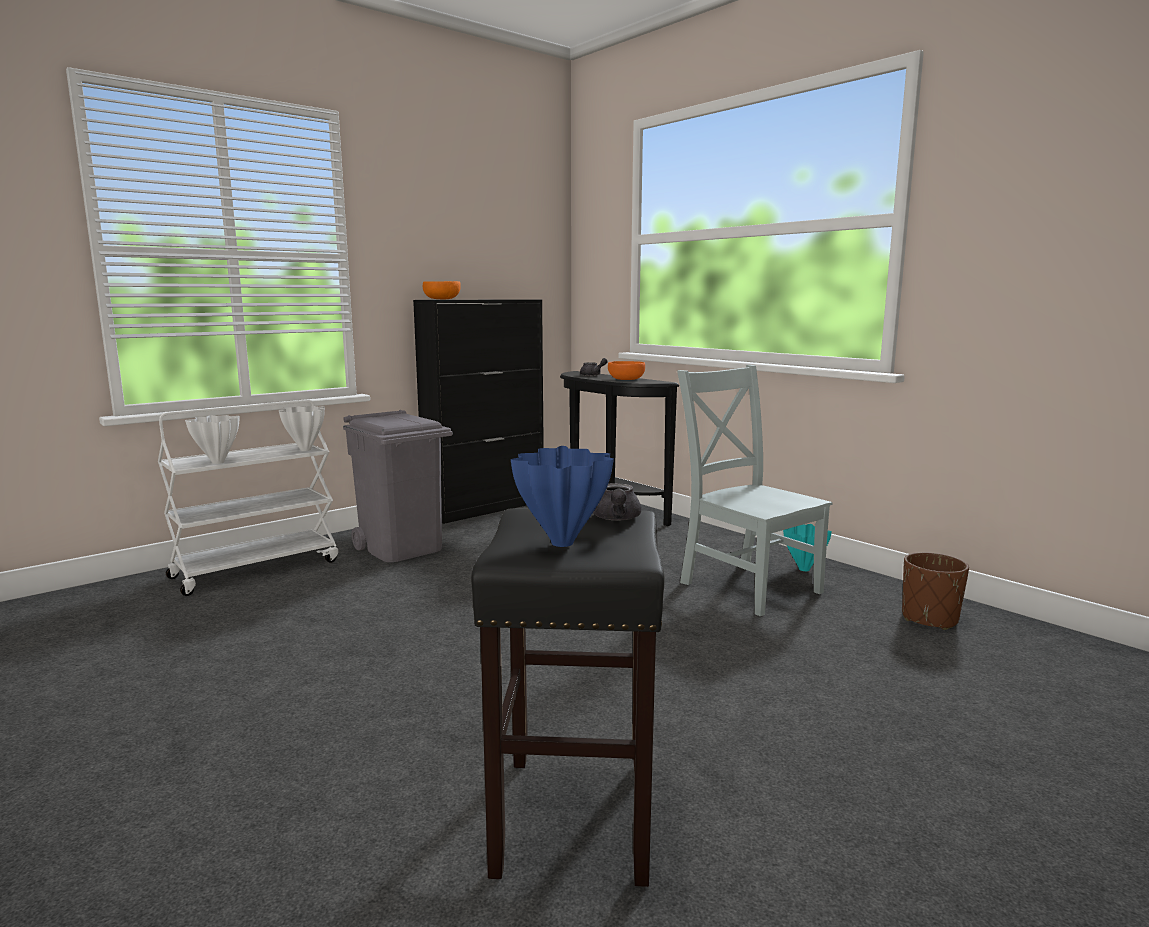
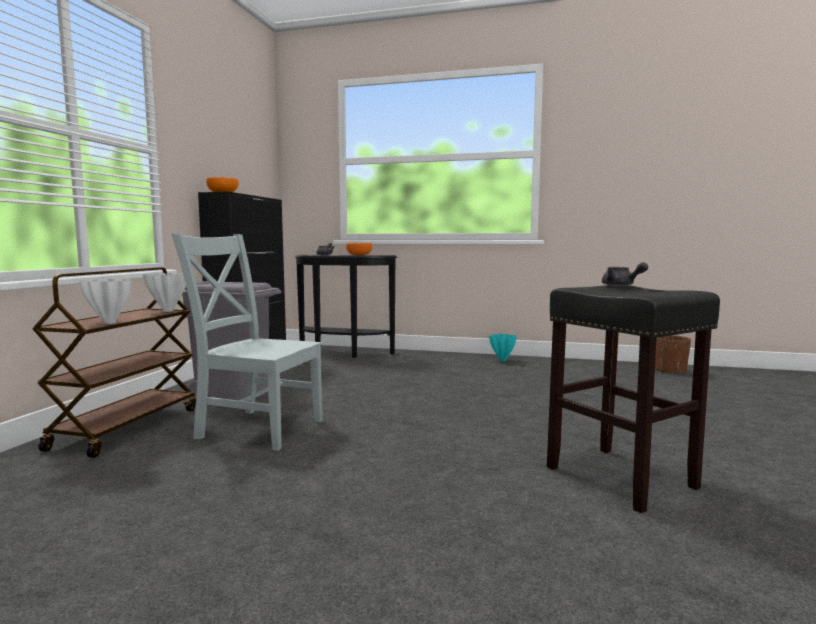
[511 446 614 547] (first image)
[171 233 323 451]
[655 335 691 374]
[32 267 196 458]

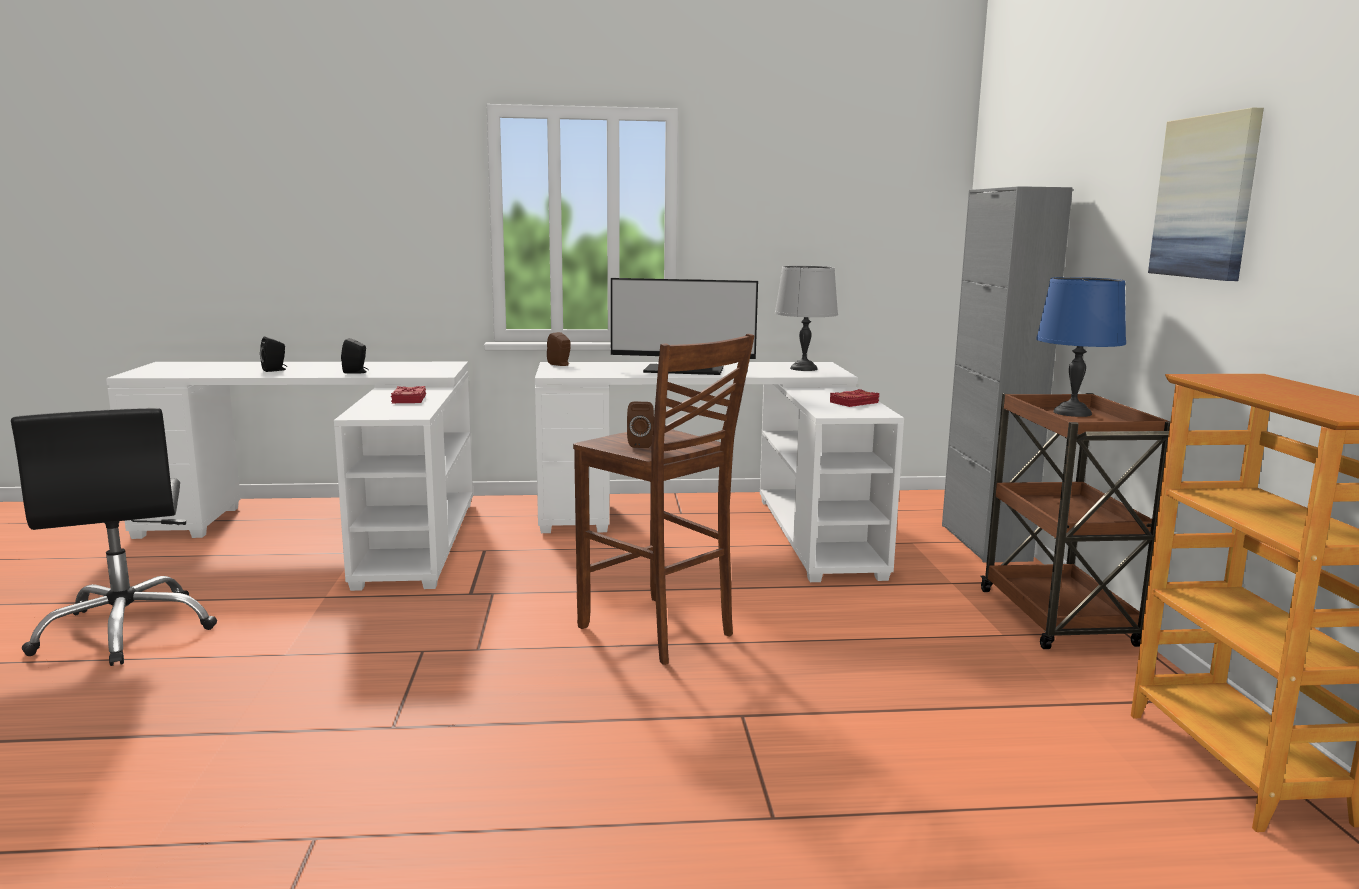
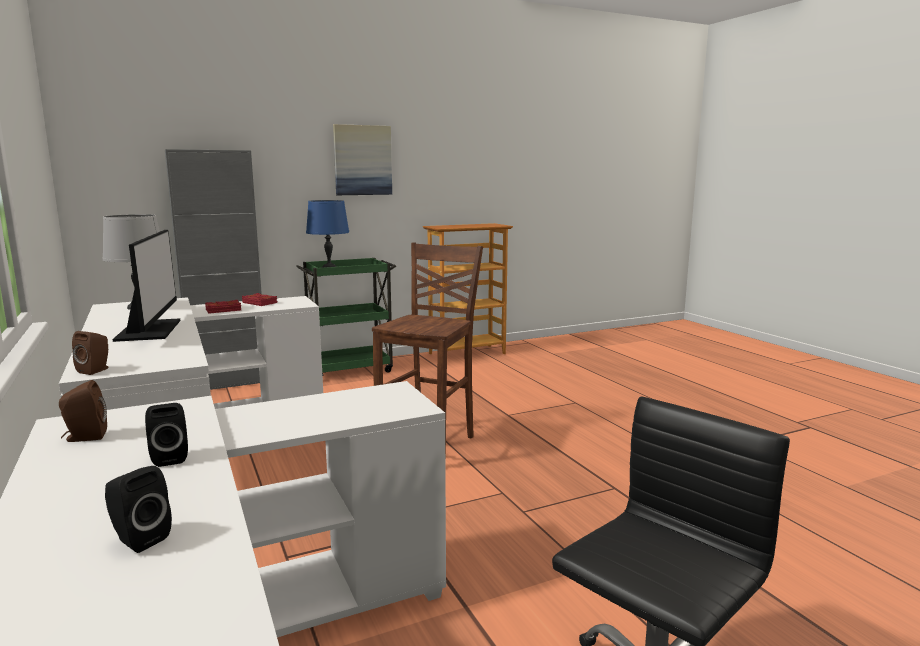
[205 300 241 314]
[59 380 107 442]
[296 258 396 376]

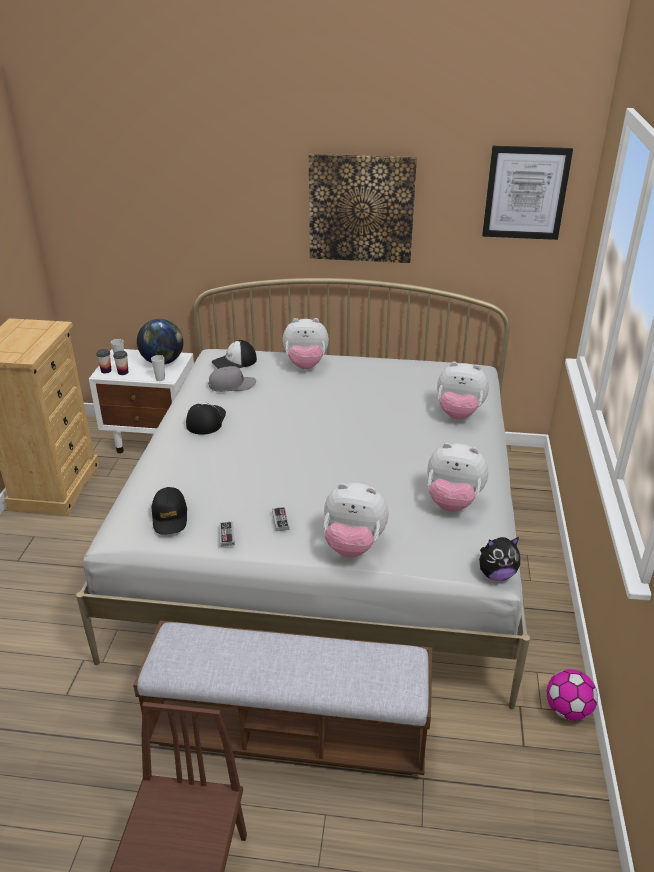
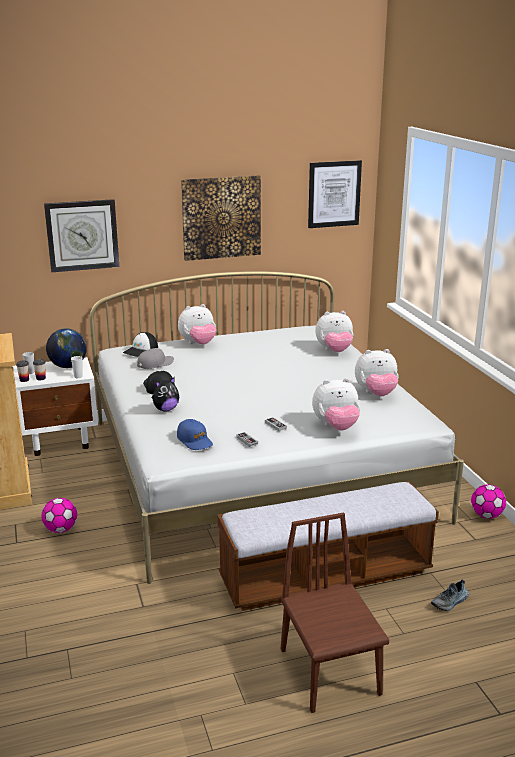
[41 498 77 533]
[44 199 119 272]
[431 579 469 611]
[152 377 179 412]
[177 419 213 450]

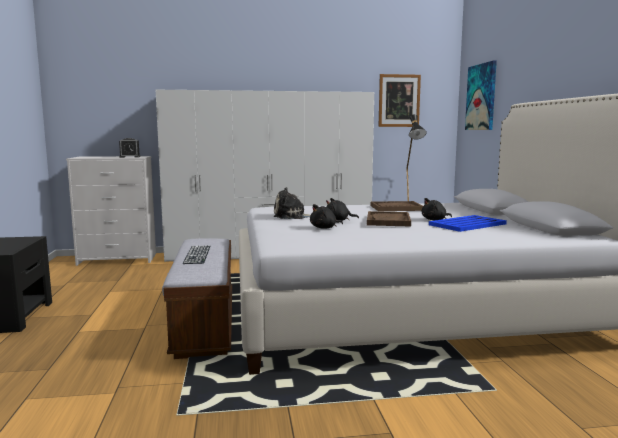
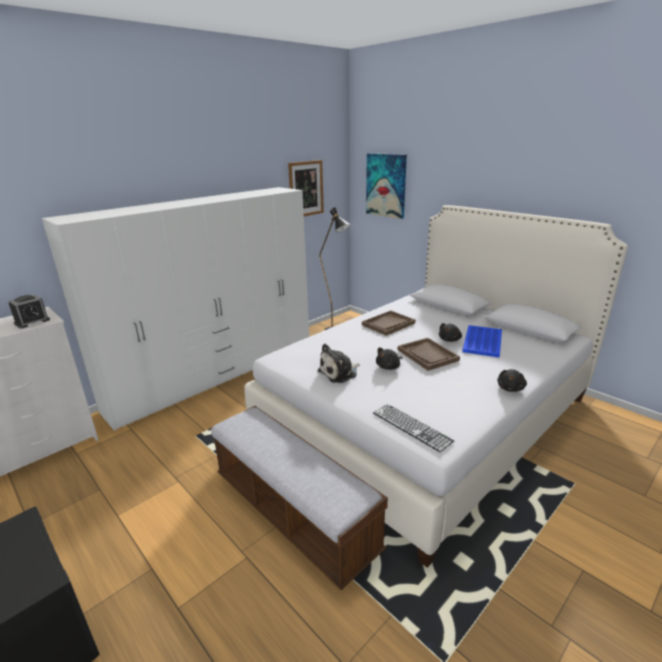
[373 404 454 452]
[497 369 527 392]

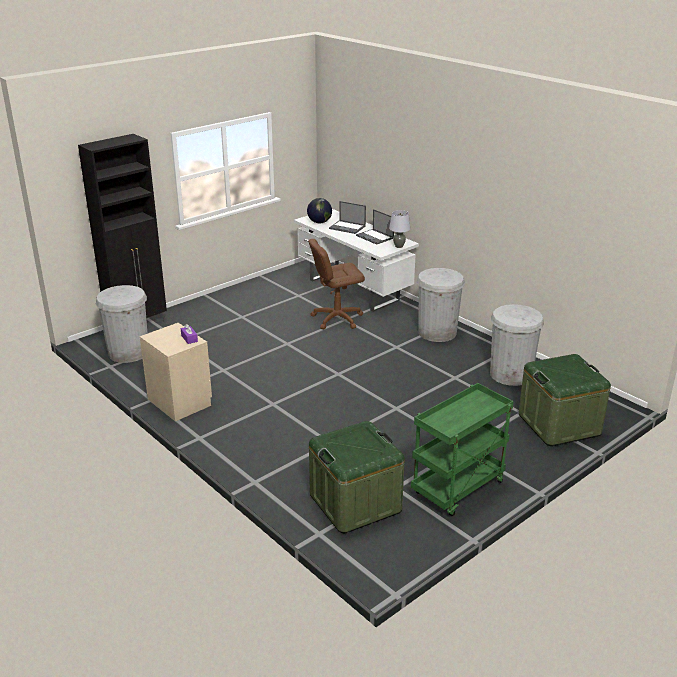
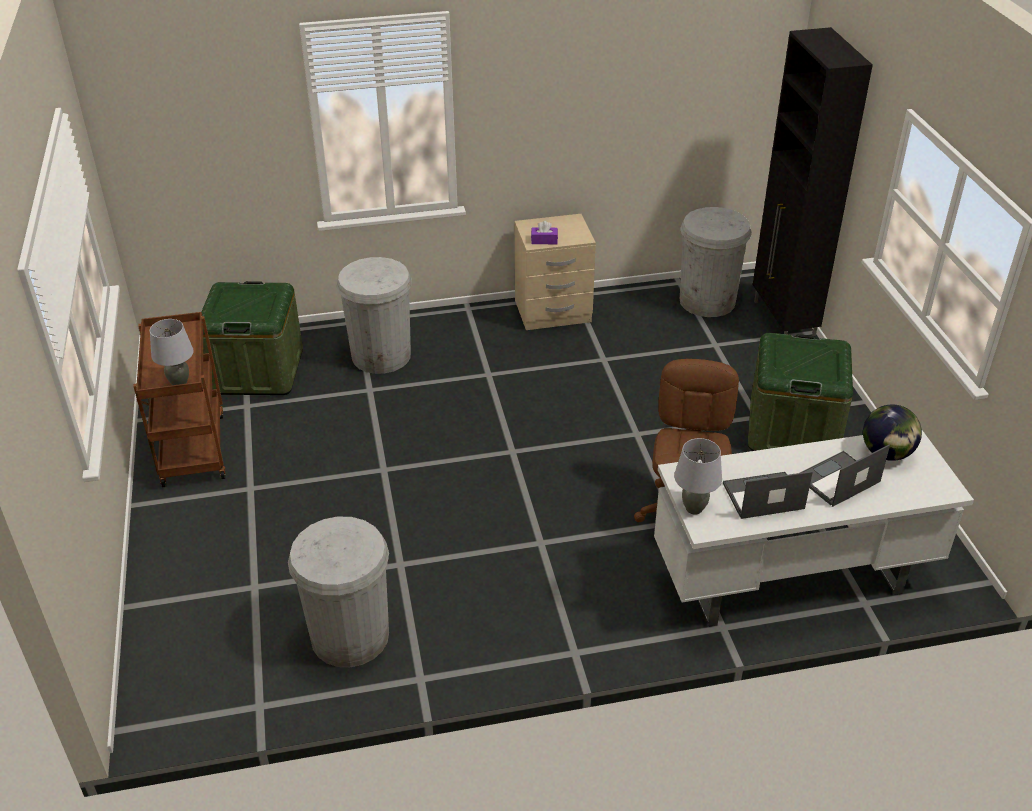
[150 319 194 385]
[336 257 412 374]
[748 333 853 451]
[133 312 226 487]

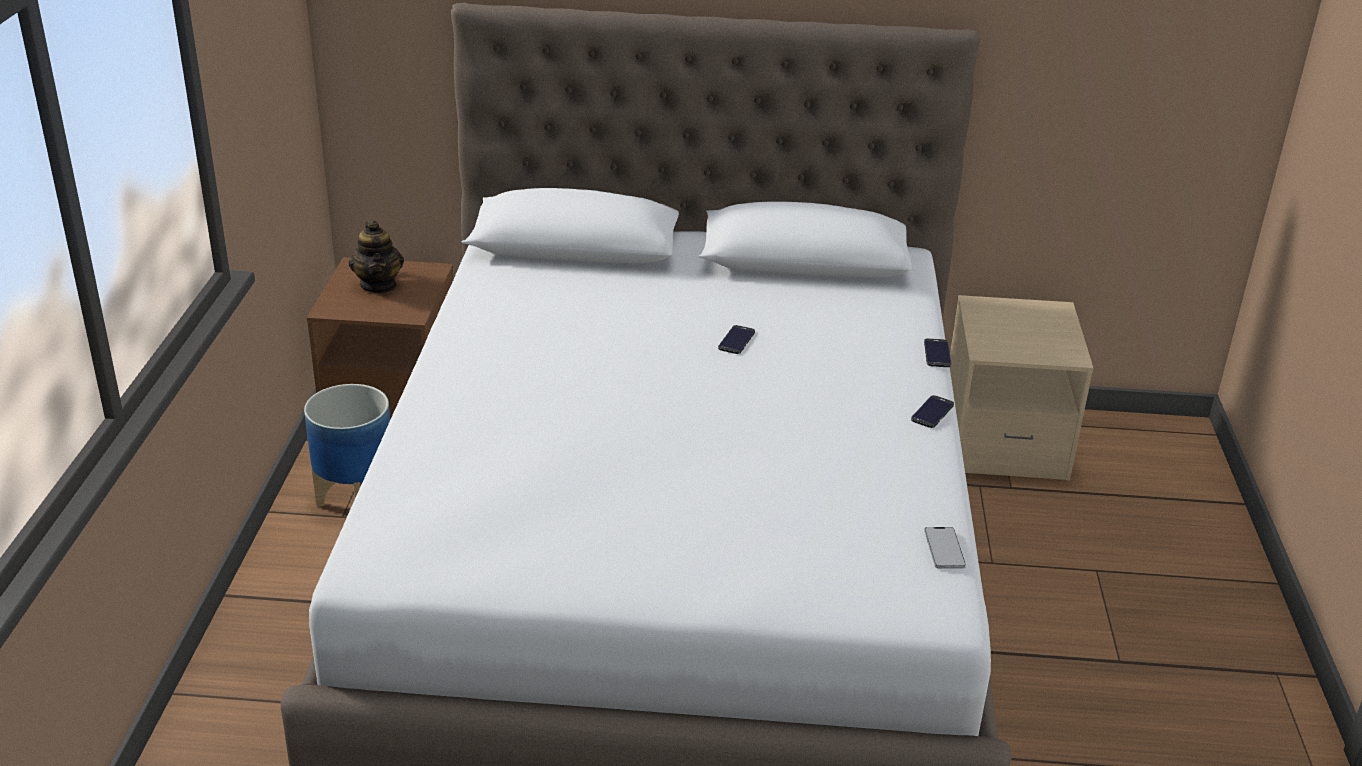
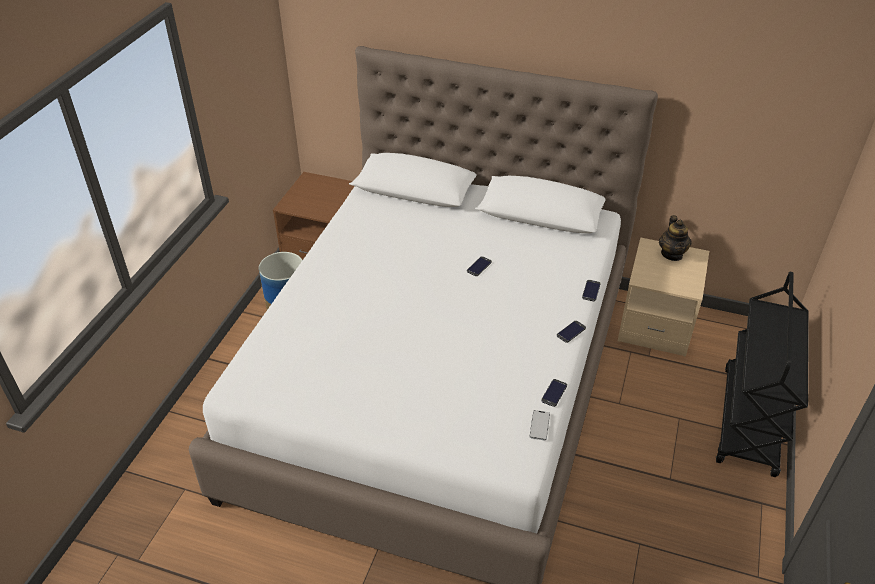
[541 379 567 407]
[716 271 809 477]
[659 215 692 261]

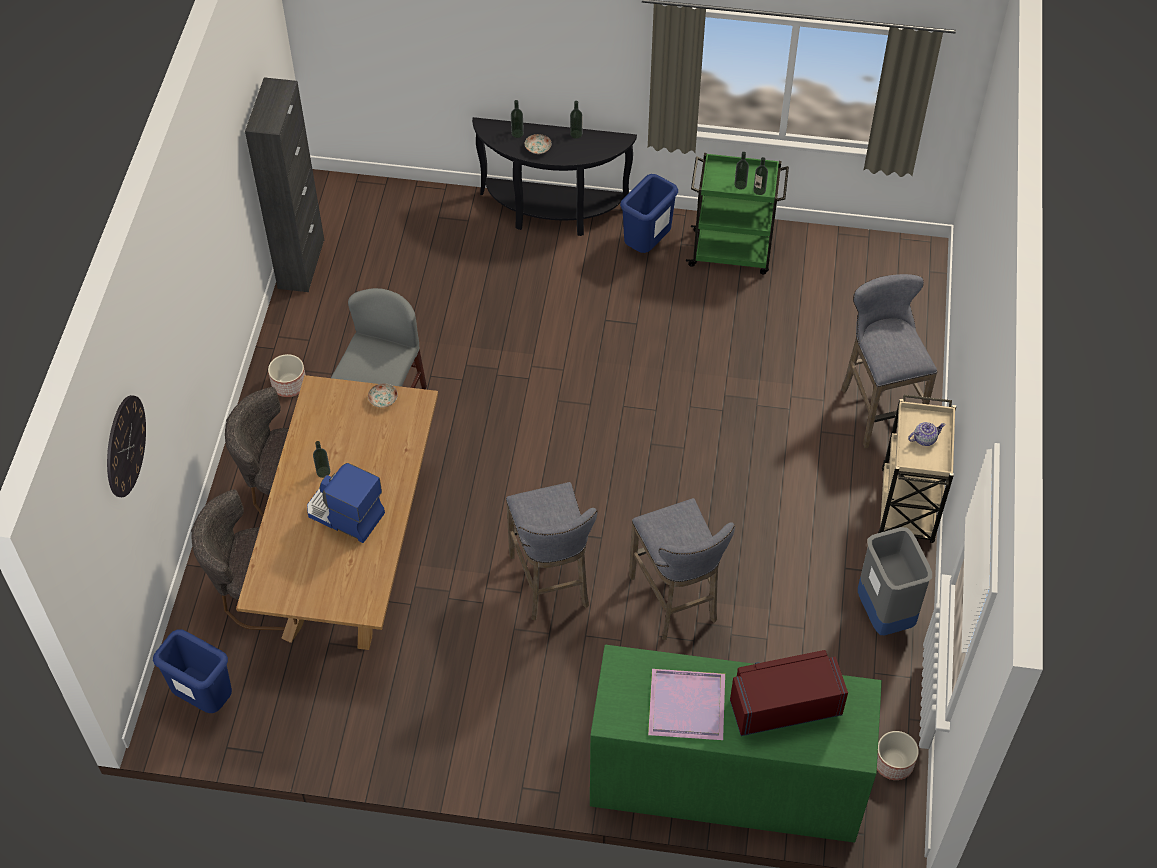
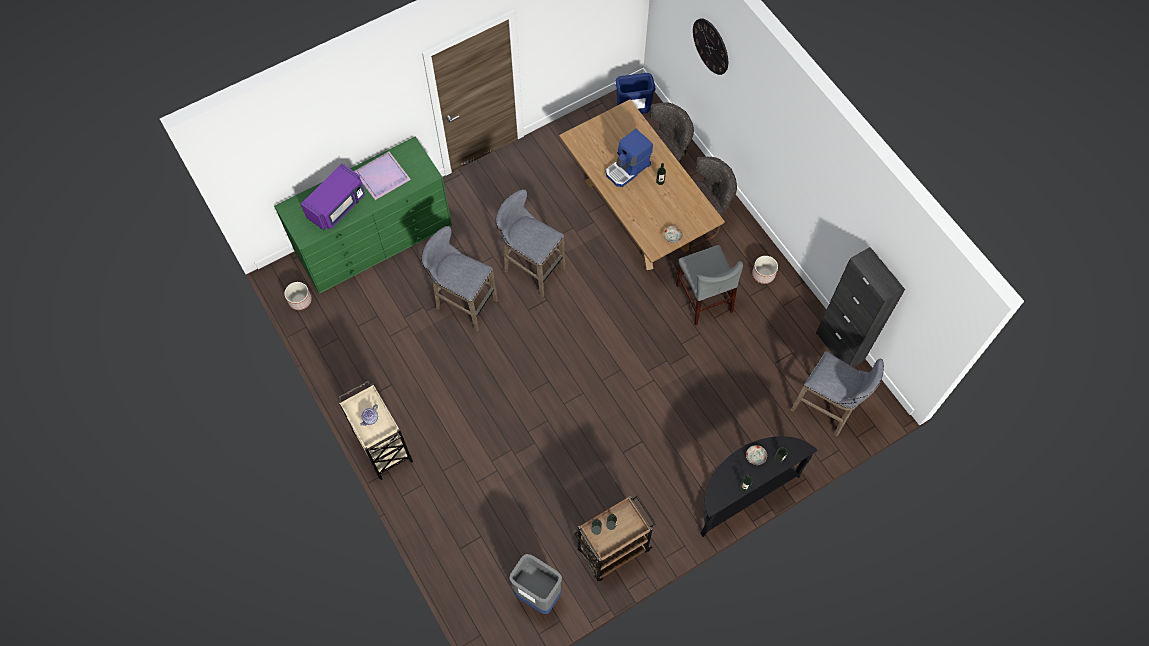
[620 174 678 253] (first image)
[791 351 884 436]
[509 554 562 614]
[574 495 656 581]
[301 163 365 230]
[606 129 653 187]

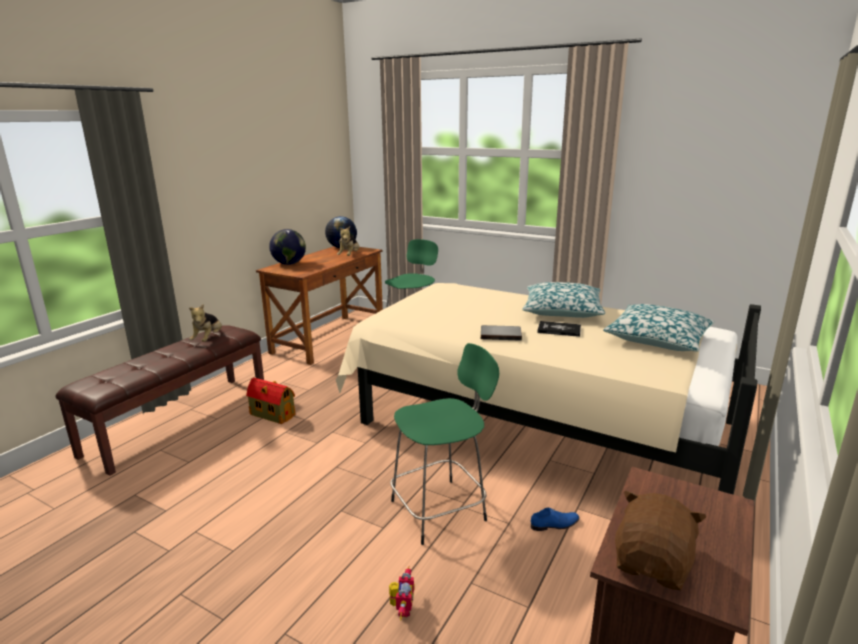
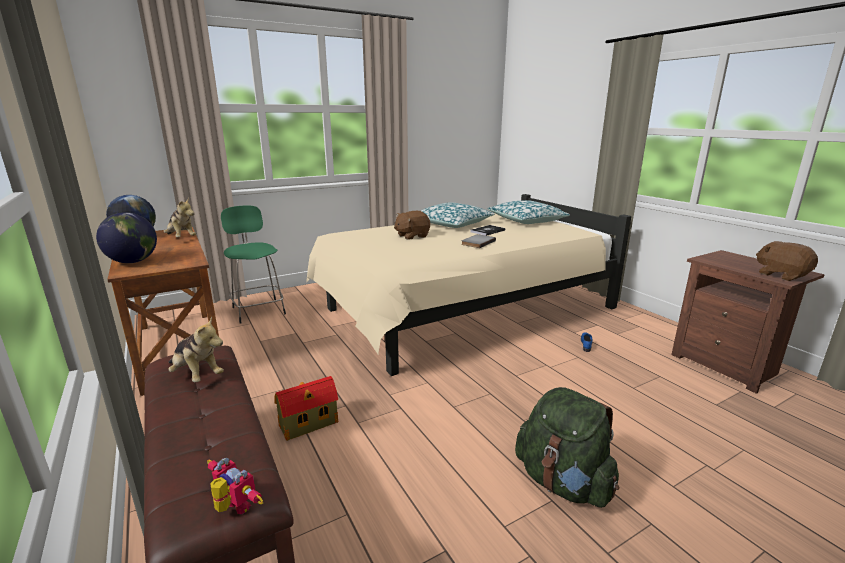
[390 343 499 545] (first image)
[394 211 430 240]
[515 387 620 508]
[207 458 263 514]

